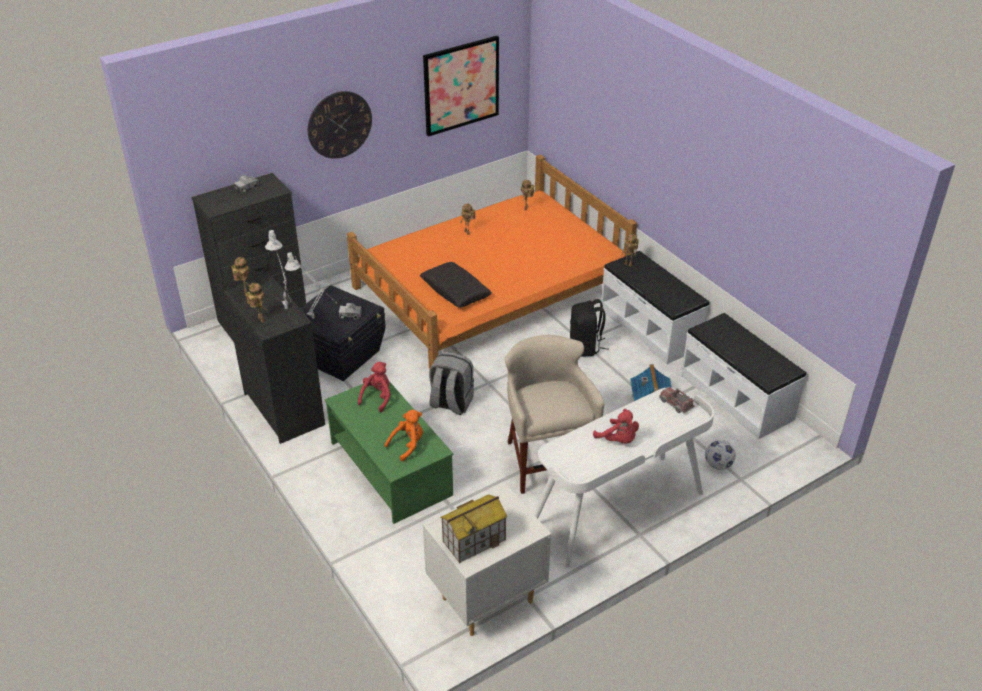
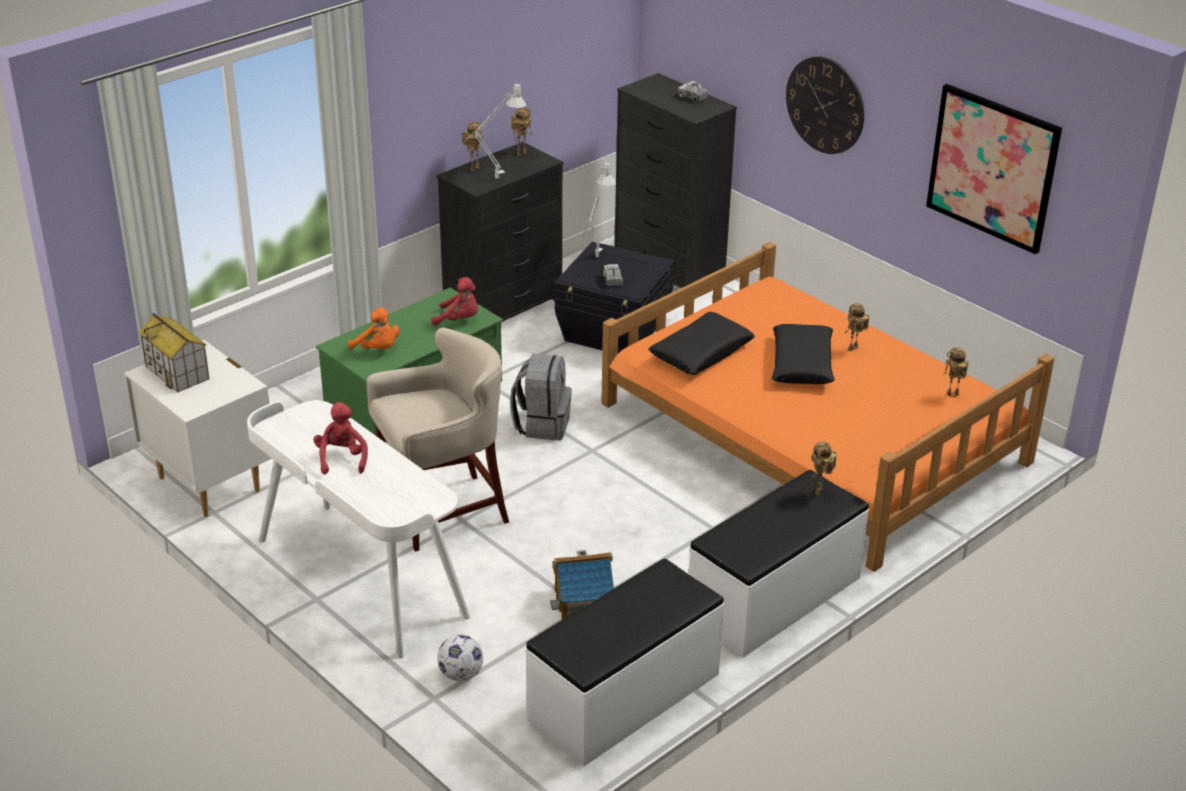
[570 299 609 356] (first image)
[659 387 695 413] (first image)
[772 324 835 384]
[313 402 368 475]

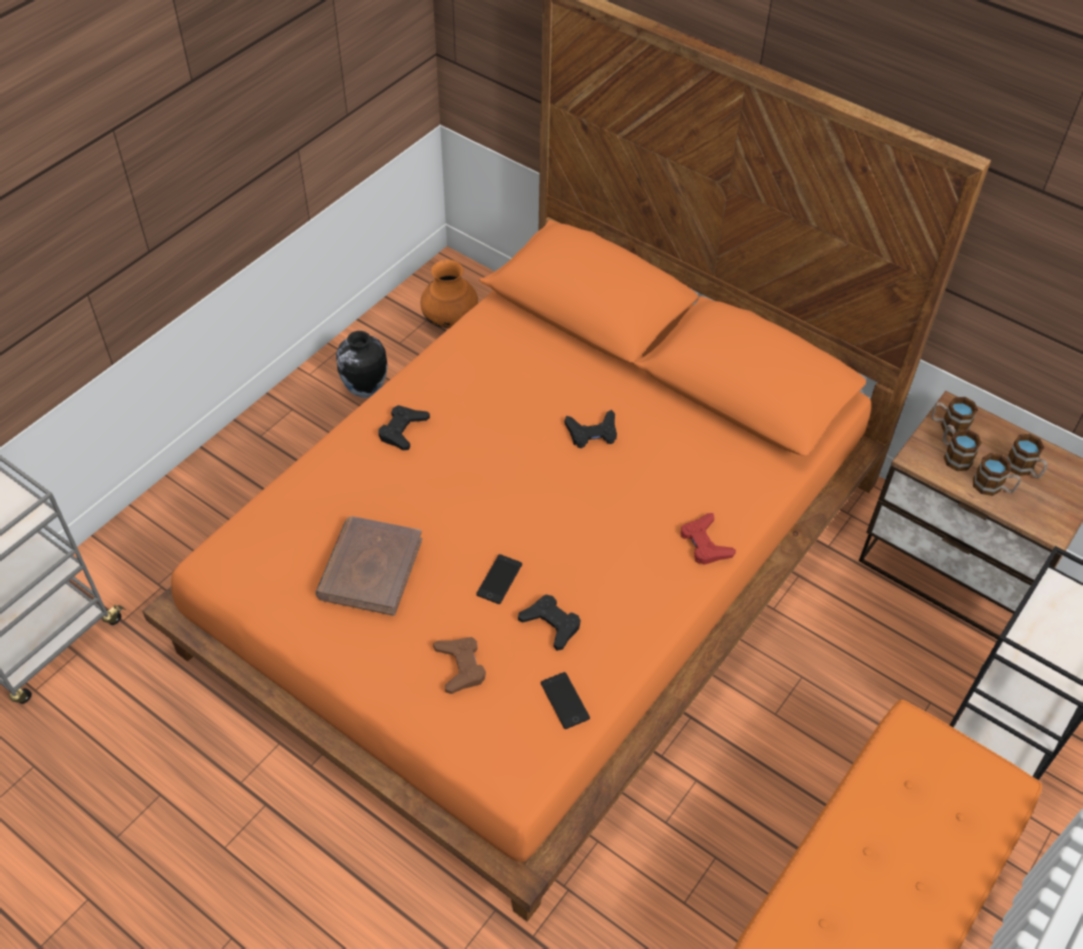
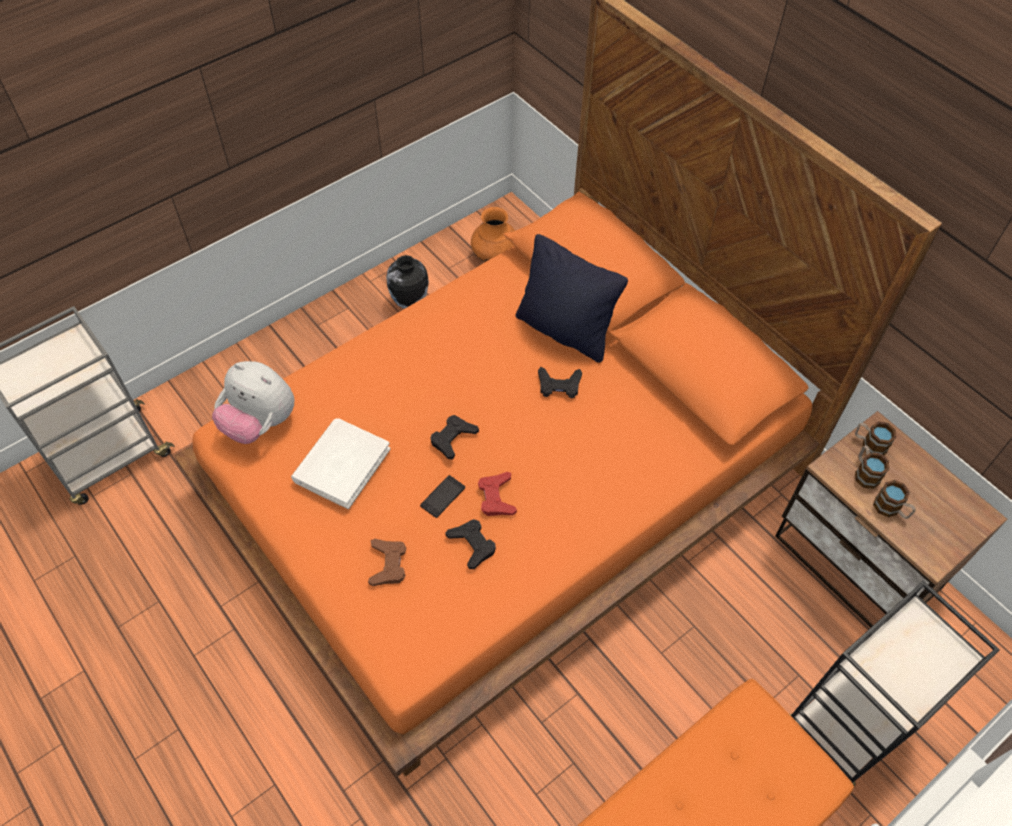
[541 672 590 729] (first image)
[1007 434 1048 478] (first image)
[212 361 294 444]
[515 234 628 363]
[430 415 479 459]
[478 472 517 516]
[291 418 390 509]

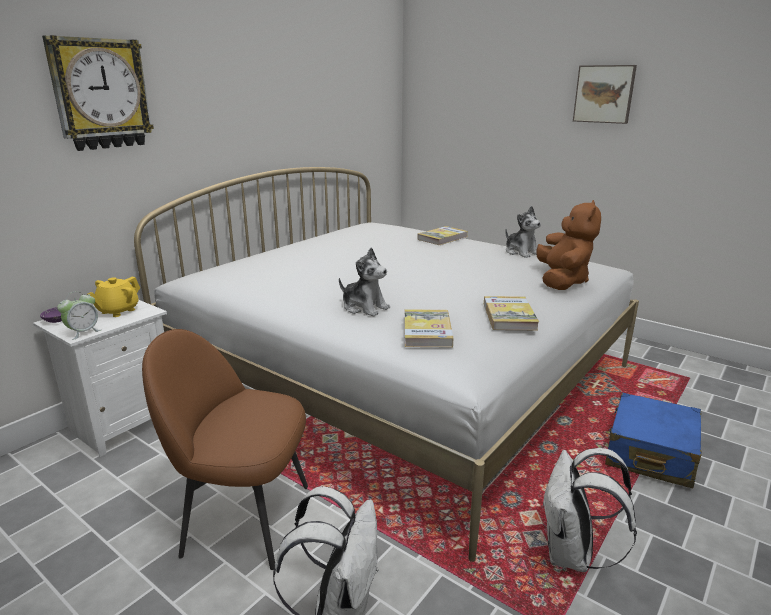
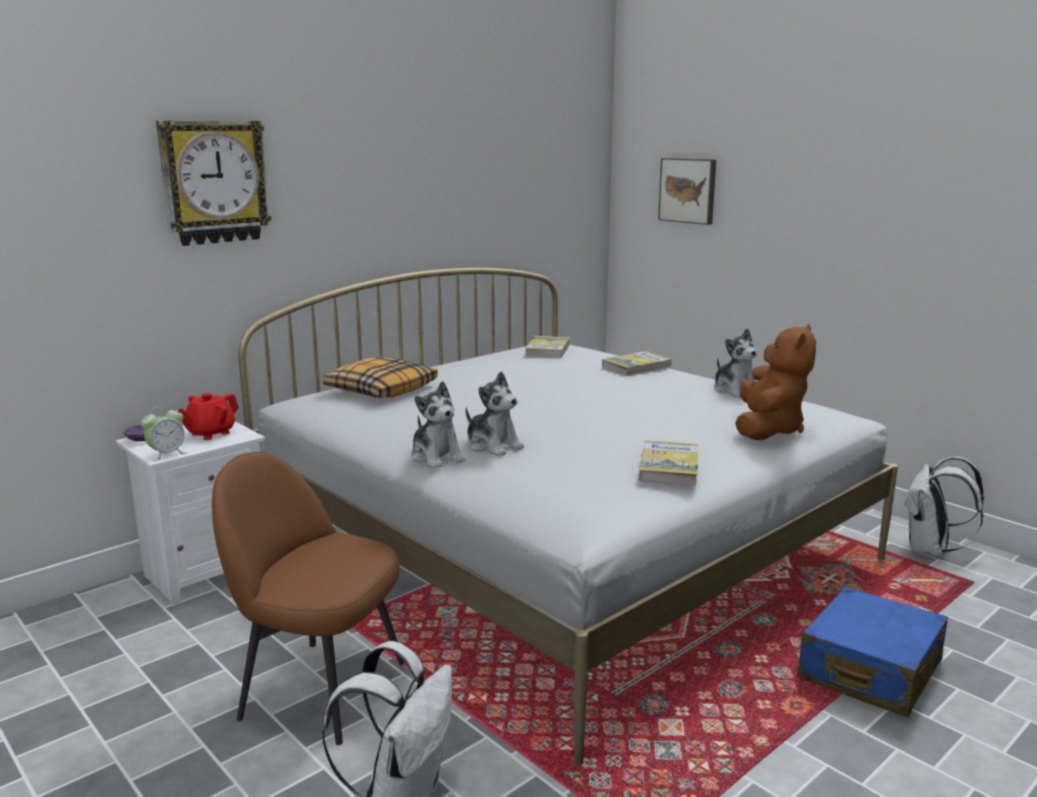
[323 357 438 398]
[411 381 465 468]
[525 336 570 358]
[904 457 984 557]
[658 158 716 225]
[178 393 239 440]

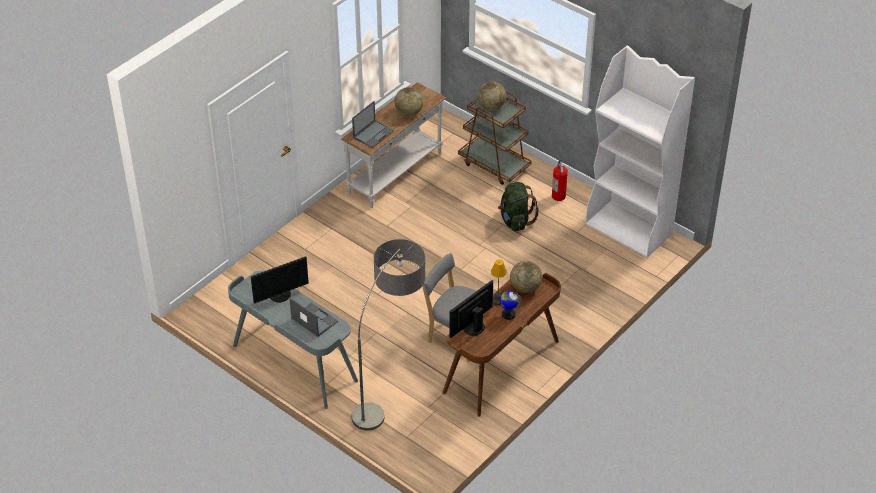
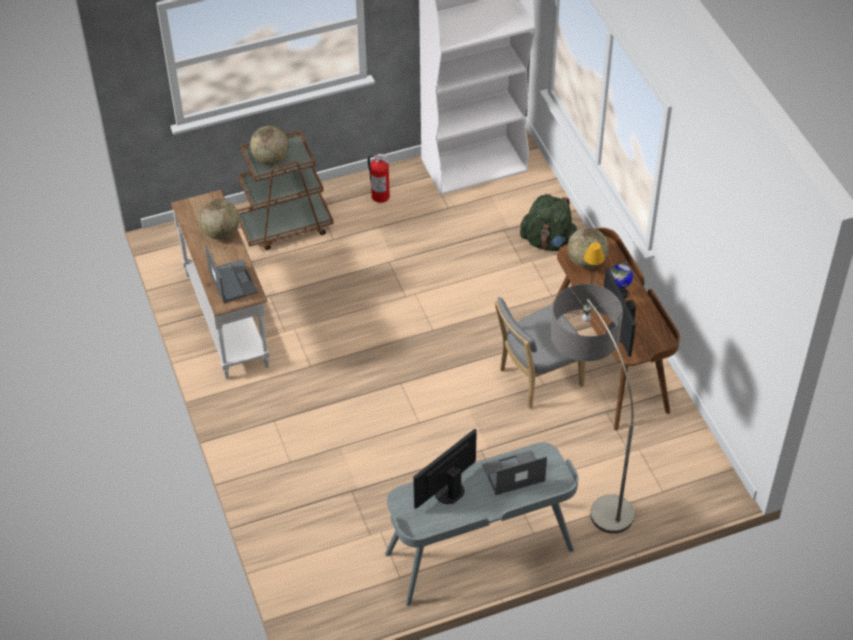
[520 194 577 251]
[413 429 477 509]

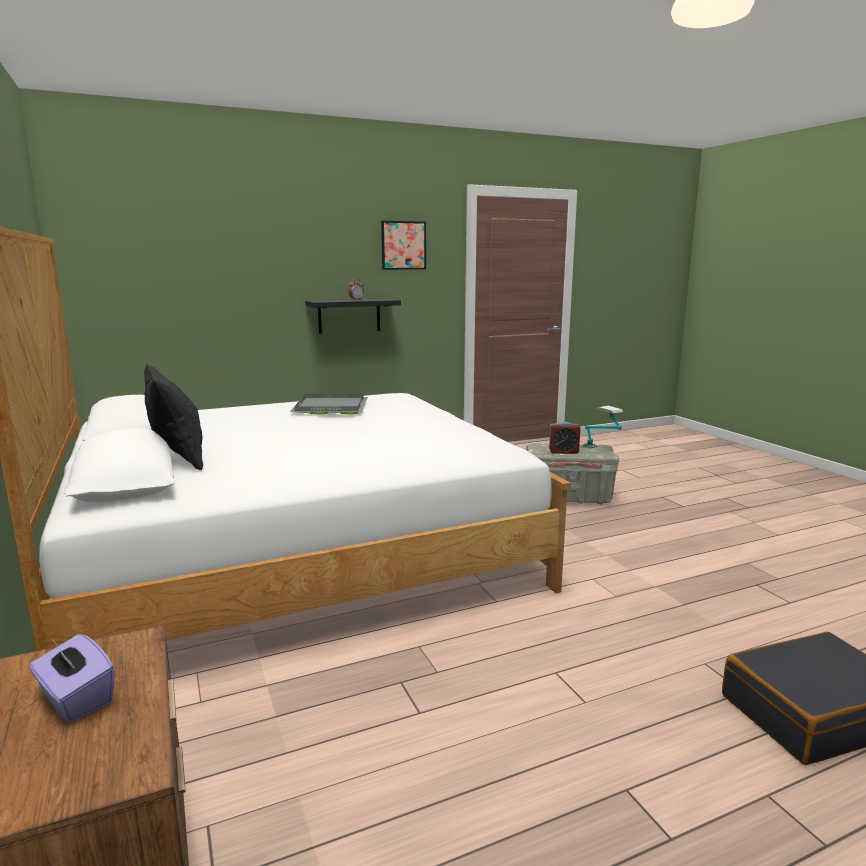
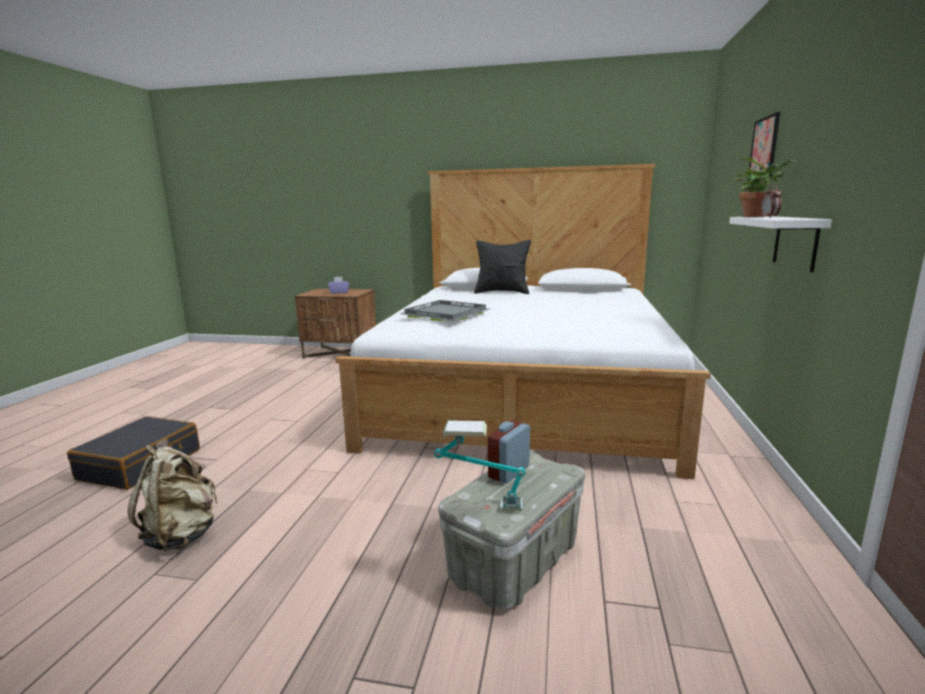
[127 445 218 551]
[734 158 795 217]
[400 300 489 321]
[747 112 780 182]
[729 216 832 272]

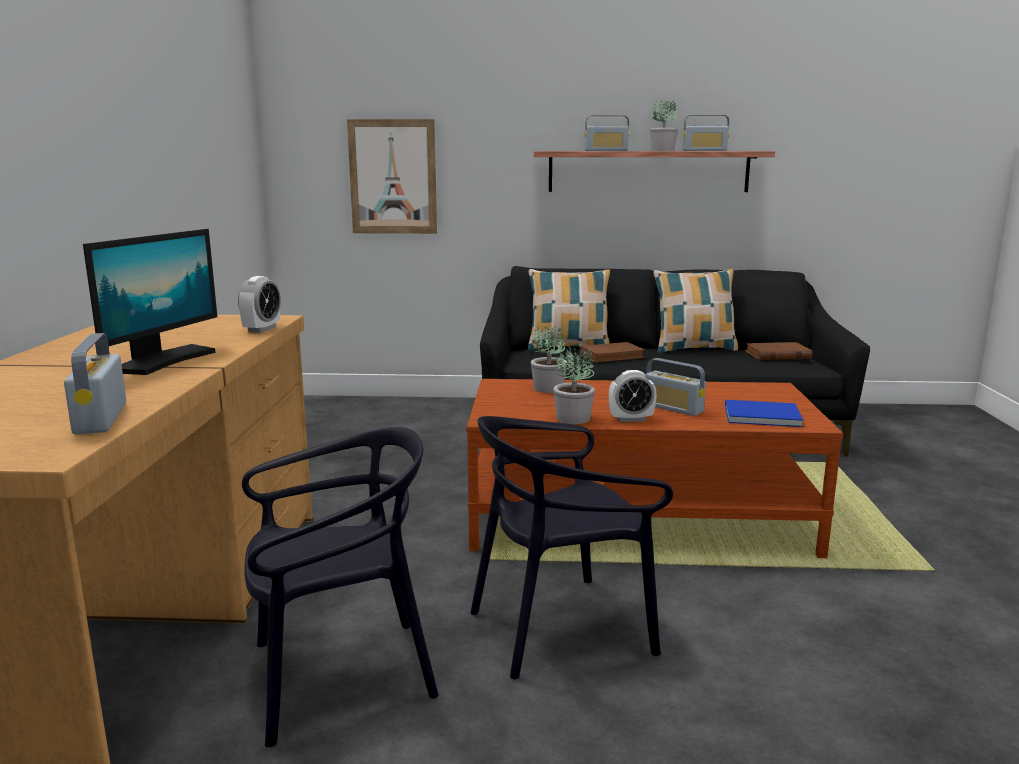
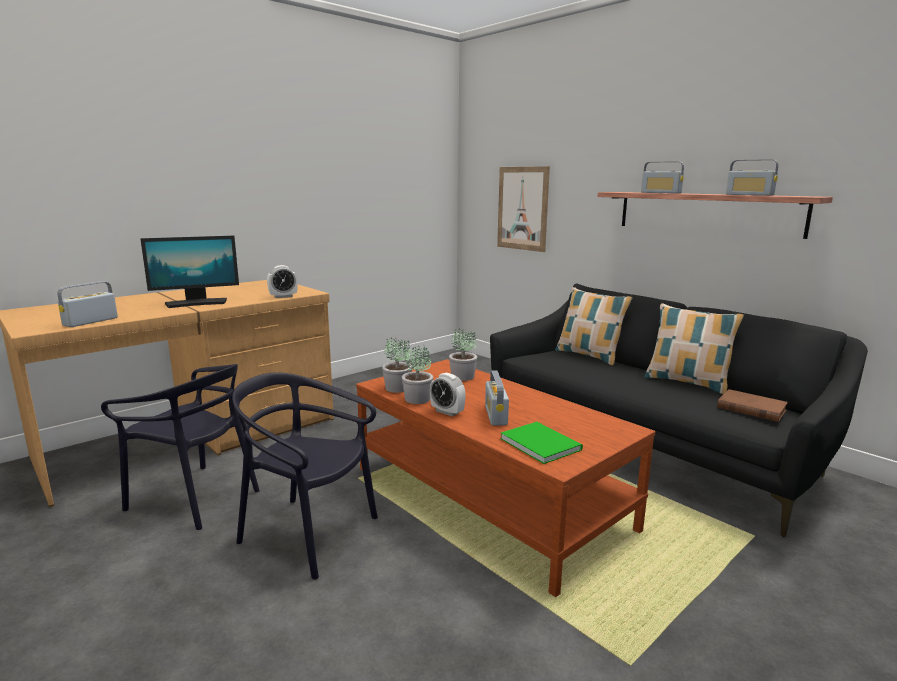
[580 342 646 363] (first image)
[382 337 412 393]
[500 422 583 464]

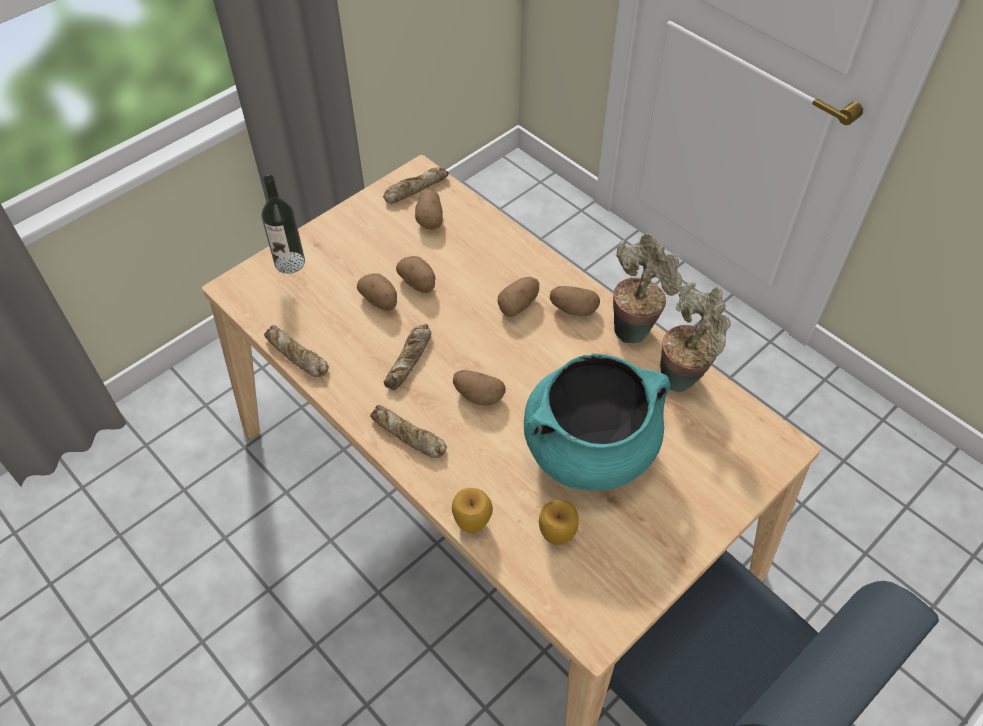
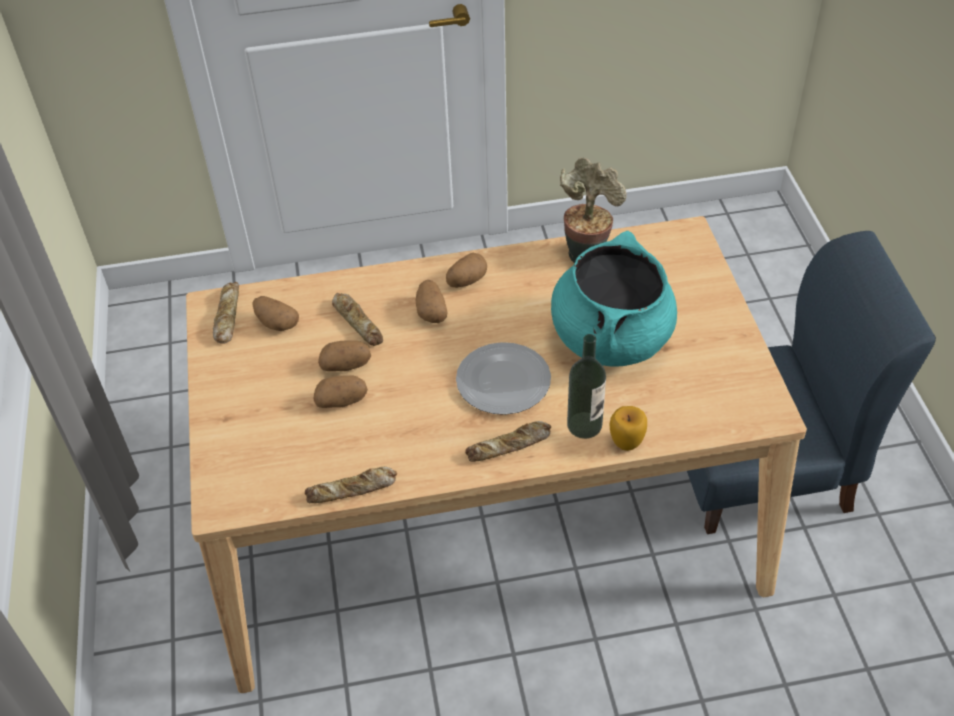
[539 500 579 545] (first image)
[613 233 682 343] (first image)
[567 334 606 439]
[332 293 383 346]
[456 342 551 415]

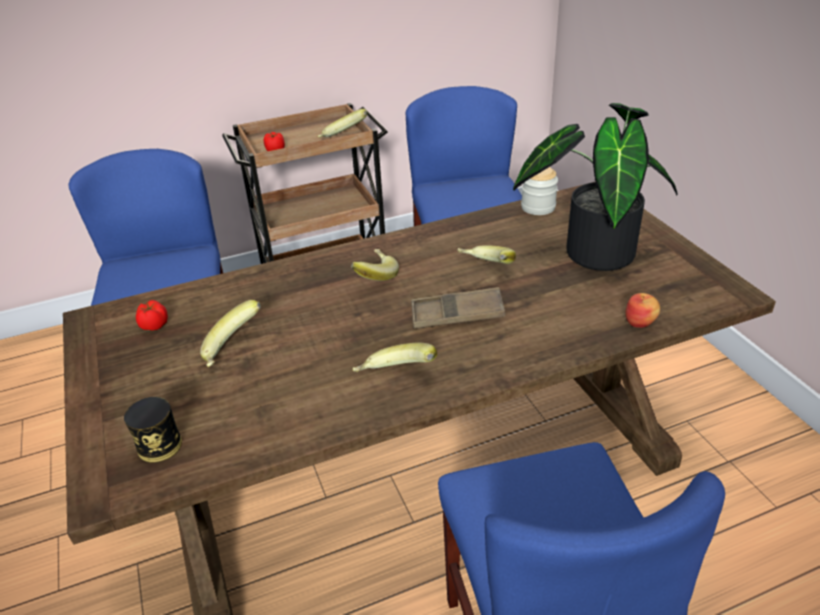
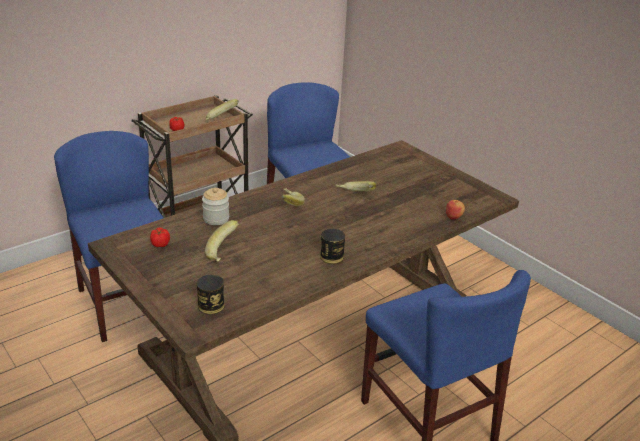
[411 287 505 329] (first image)
[513 103 678 271] (first image)
[202 187 229 225]
[320 229 345 264]

